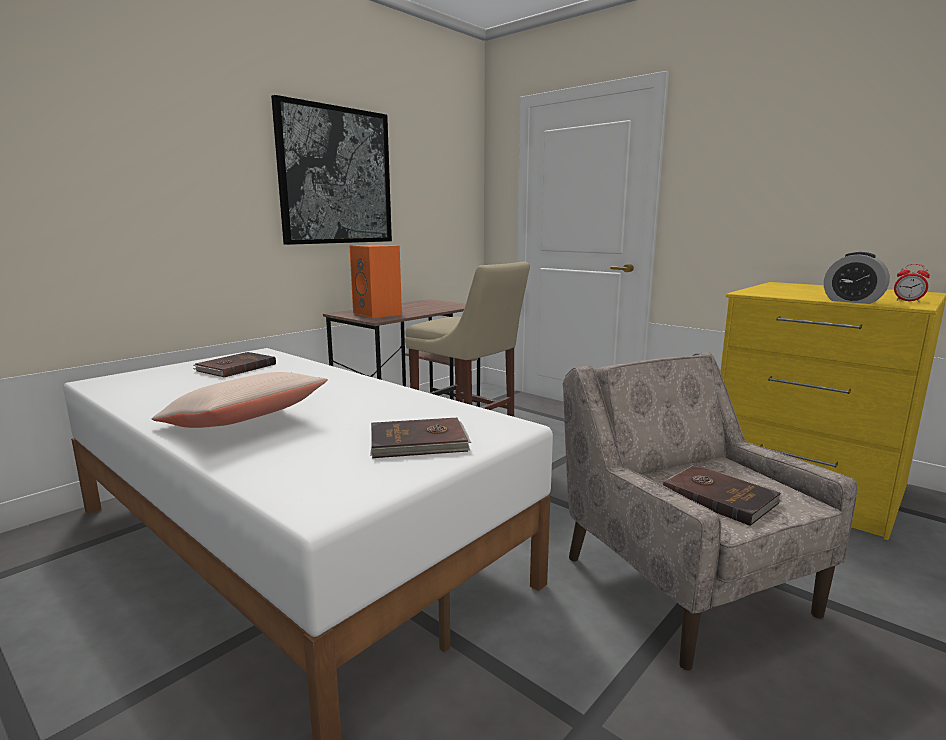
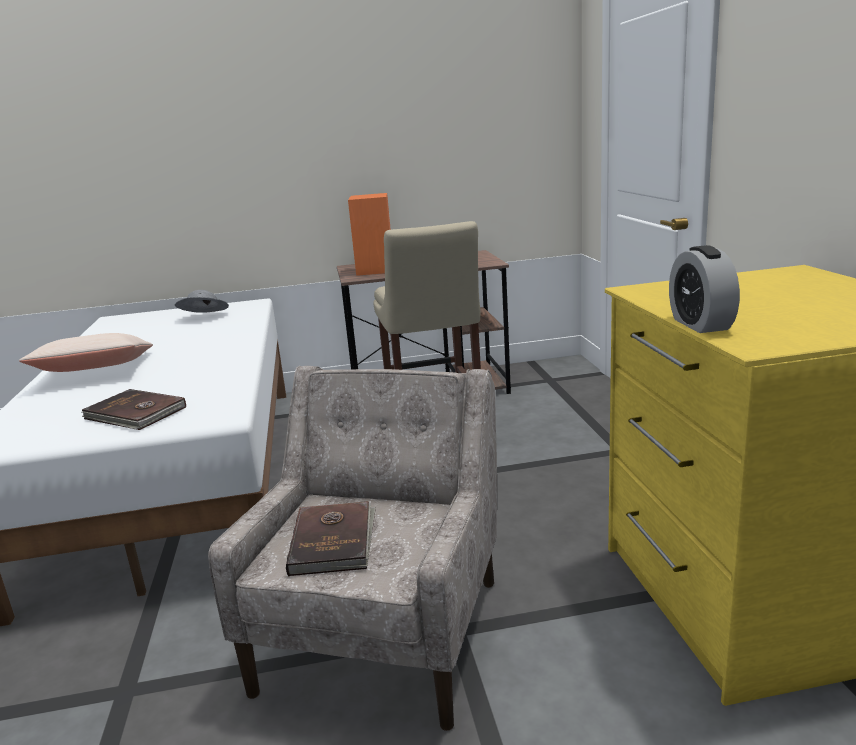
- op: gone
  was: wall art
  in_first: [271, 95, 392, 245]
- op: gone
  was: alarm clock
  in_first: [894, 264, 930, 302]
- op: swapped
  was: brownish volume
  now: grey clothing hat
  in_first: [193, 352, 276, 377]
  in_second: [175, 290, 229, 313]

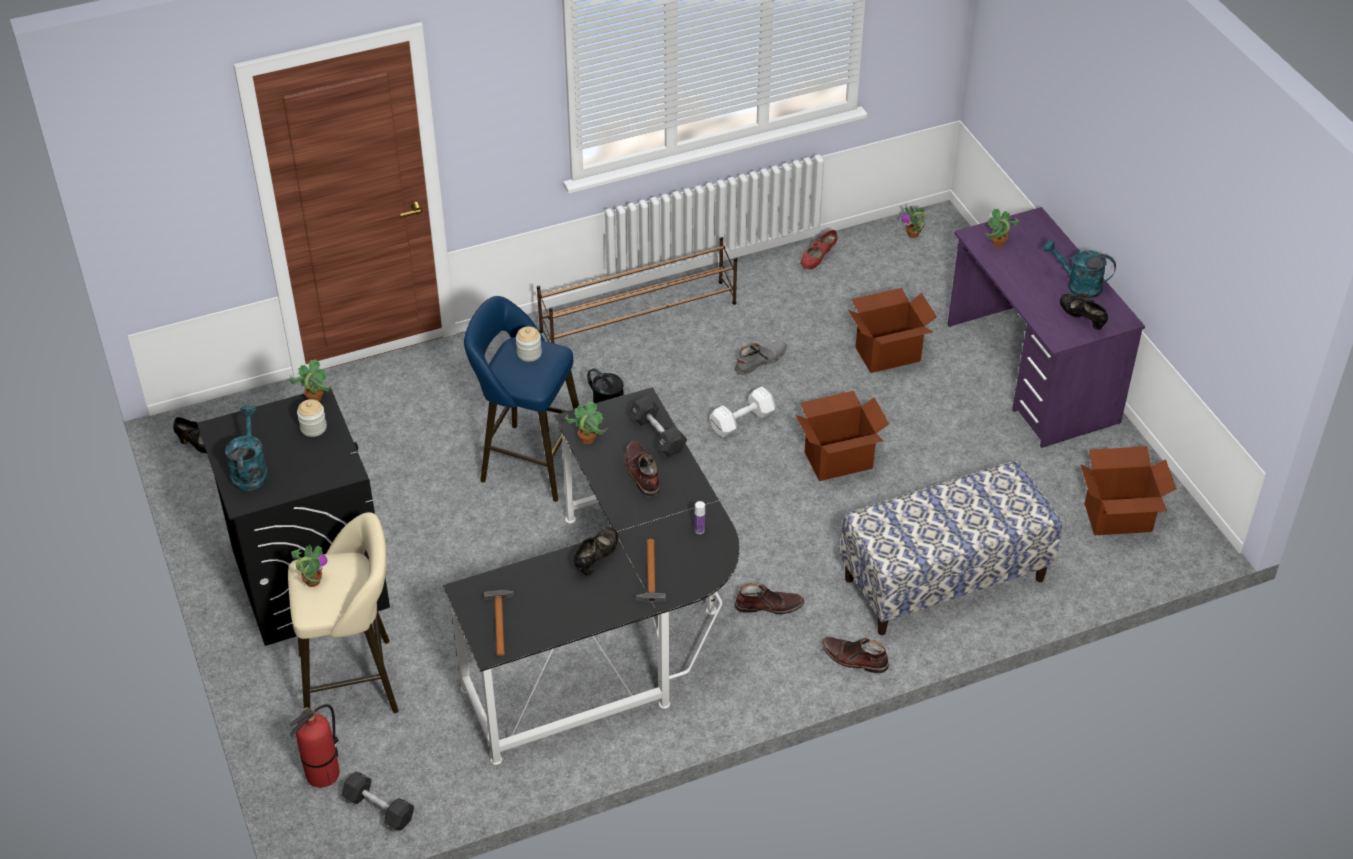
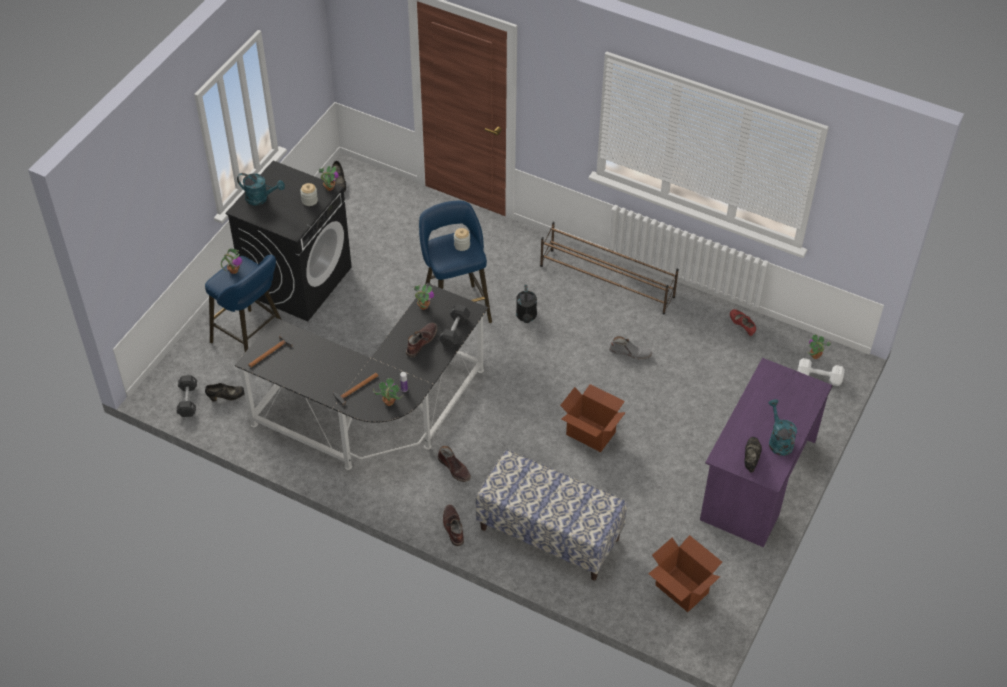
- op: gone
  was: extinguisher
  in_first: [290, 704, 340, 788]
- op: gone
  was: packing box
  in_first: [848, 288, 937, 373]
- op: shifted
  was: black-coloured item of footwear
  in_first: [574, 527, 618, 576]
  in_second: [205, 383, 245, 401]
- op: shifted
  was: white-coloured dumbbell
  in_first: [710, 387, 775, 437]
  in_second: [797, 358, 845, 386]
- op: shifted
  was: houseplant
  in_first: [985, 208, 1020, 247]
  in_second: [373, 378, 404, 406]
- op: repainted
  was: beige-coloured sitting stool
  now: bluish sitting stool
  in_first: [288, 512, 398, 713]
  in_second: [205, 255, 281, 352]
- op: rotated
  was: turquoise-coloured sprinkling can
  in_first: [225, 406, 268, 491]
  in_second: [237, 173, 285, 205]
  clockwise: 60
- op: rotated
  was: reddish item of footwear
  in_first: [800, 230, 837, 269]
  in_second: [730, 309, 756, 336]
  clockwise: 60

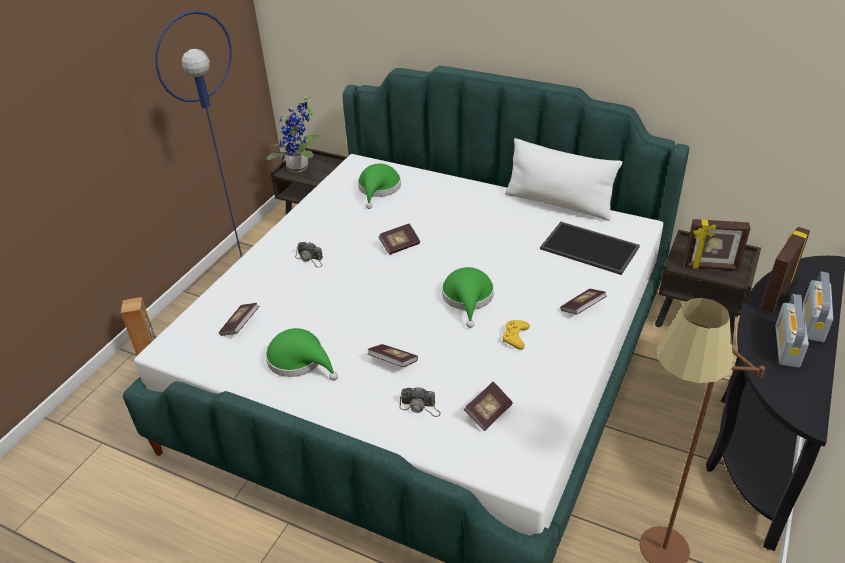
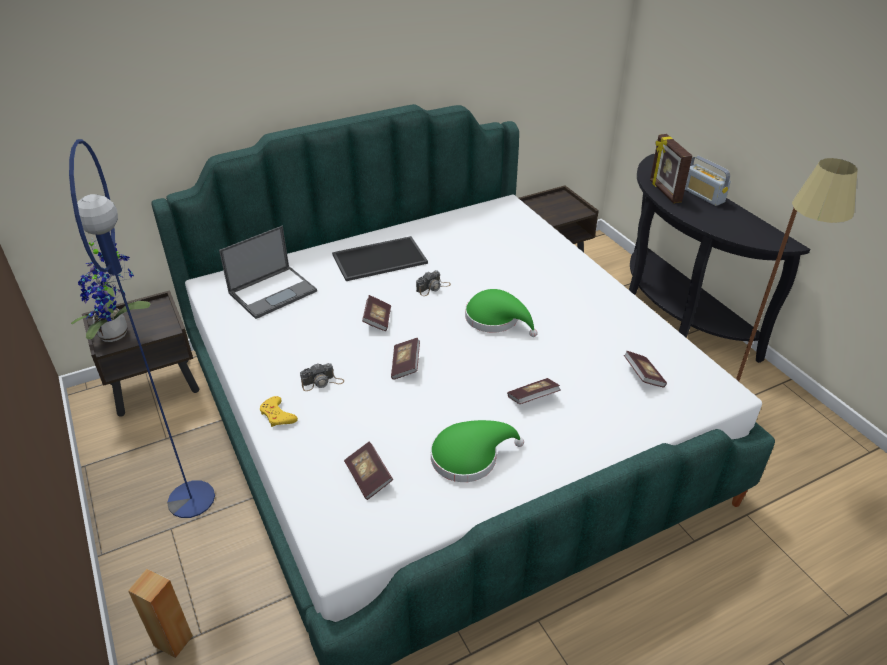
- op: gone
  was: white-coloured pillow
  in_first: [505, 138, 623, 221]
- op: gone
  was: photo frame
  in_first: [684, 219, 751, 271]
- op: gone
  was: radio
  in_first: [775, 294, 809, 368]
- op: shifted
  was: still camera
  in_first: [399, 387, 441, 417]
  in_second: [416, 270, 451, 296]
- op: shifted
  was: yellow-coloured joypad
  in_first: [503, 320, 530, 350]
  in_second: [260, 396, 298, 427]
- op: shifted
  was: serving tray
  in_first: [540, 222, 640, 275]
  in_second: [332, 236, 428, 281]
- op: shifted
  was: volume
  in_first: [560, 289, 607, 314]
  in_second: [391, 338, 420, 380]
- op: swapped
  was: greenish clothing hat
  now: portable computer
  in_first: [358, 164, 401, 209]
  in_second: [219, 226, 317, 319]

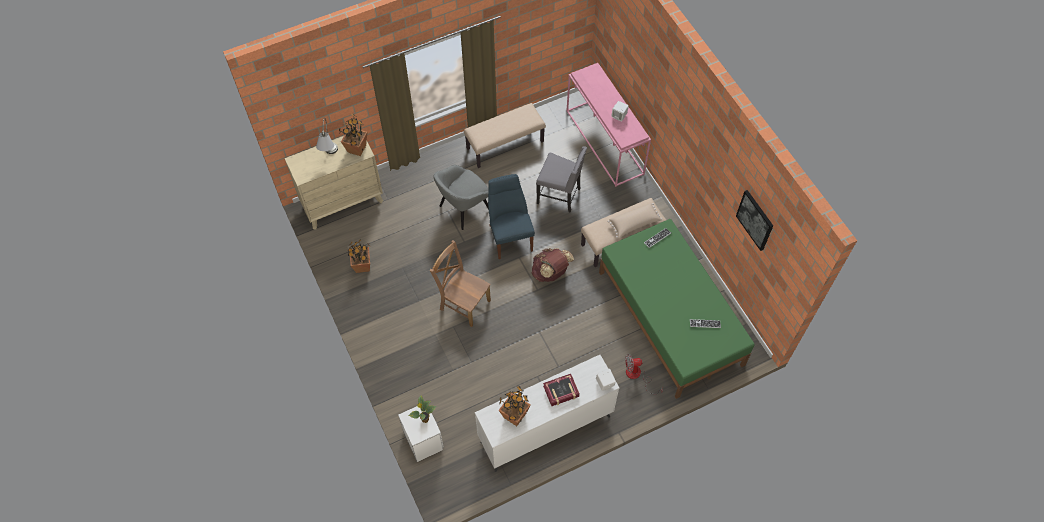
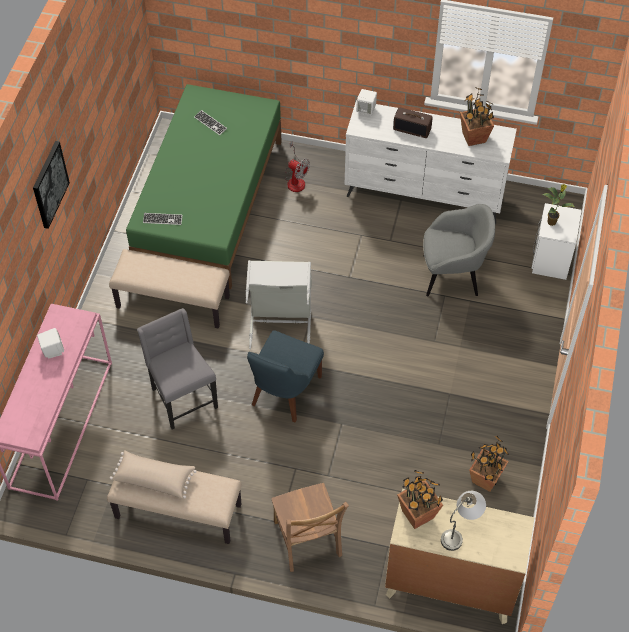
- op: shifted
  was: brownish upright chair
  in_first: [430, 240, 491, 327]
  in_second: [271, 483, 349, 572]
- op: shifted
  was: grey armchair
  in_first: [433, 165, 488, 230]
  in_second: [423, 204, 495, 296]
- op: shifted
  was: beige-coloured pillow
  in_first: [608, 203, 662, 238]
  in_second: [110, 450, 197, 499]
- op: shifted
  was: wall art
  in_first: [736, 190, 773, 251]
  in_second: [33, 141, 70, 229]
- op: swapped
  was: brownish backpack
  now: grey laundry basket
  in_first: [532, 248, 574, 282]
  in_second: [245, 260, 312, 349]
- op: swapped
  was: volume
  now: radio
  in_first: [543, 374, 580, 406]
  in_second: [393, 107, 433, 138]

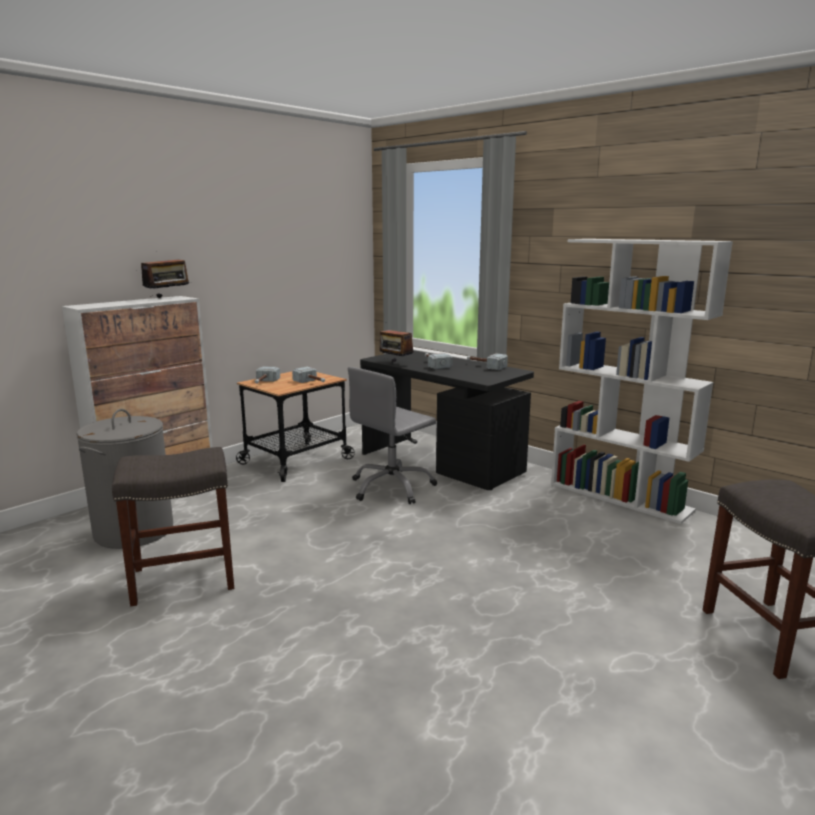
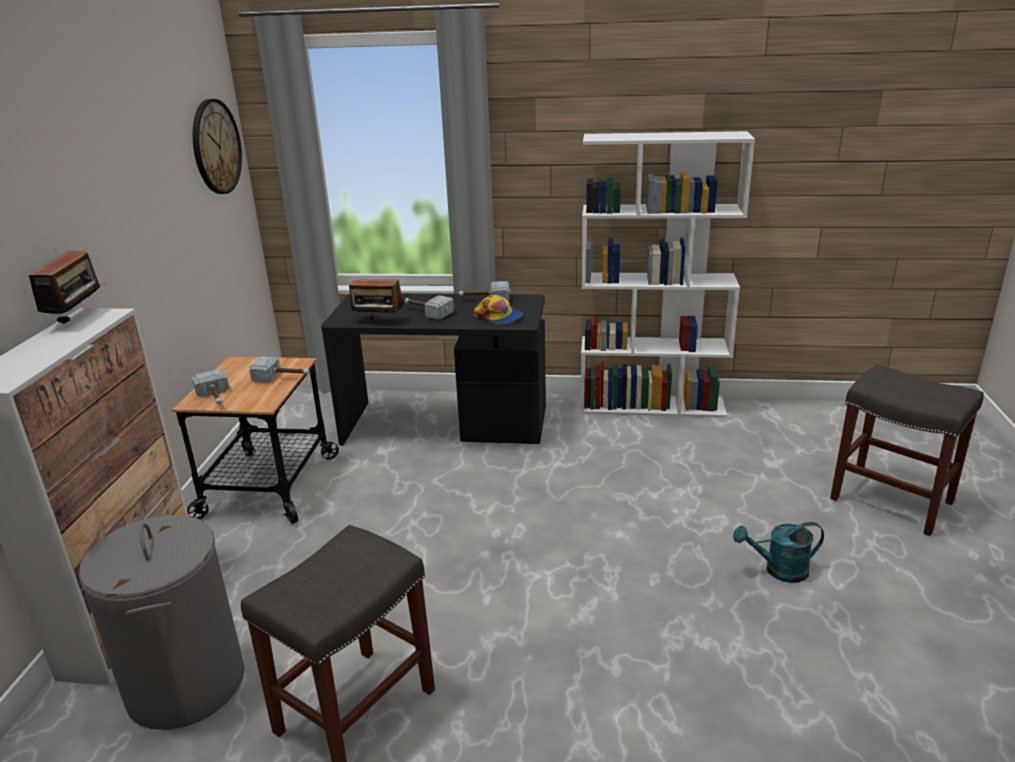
- op: gone
  was: grey computer chair
  in_first: [348, 367, 437, 504]
- op: new
  now: hanging clock
  in_second: [193, 99, 242, 194]
- op: new
  now: cap
  in_second: [474, 295, 523, 325]
- op: new
  now: turquoise-coloured sprinkling can
  in_second: [733, 522, 824, 583]

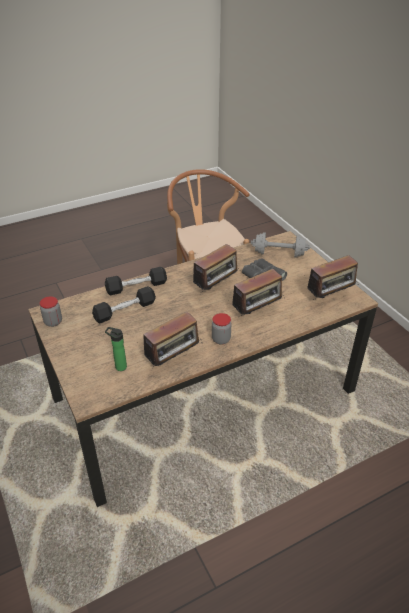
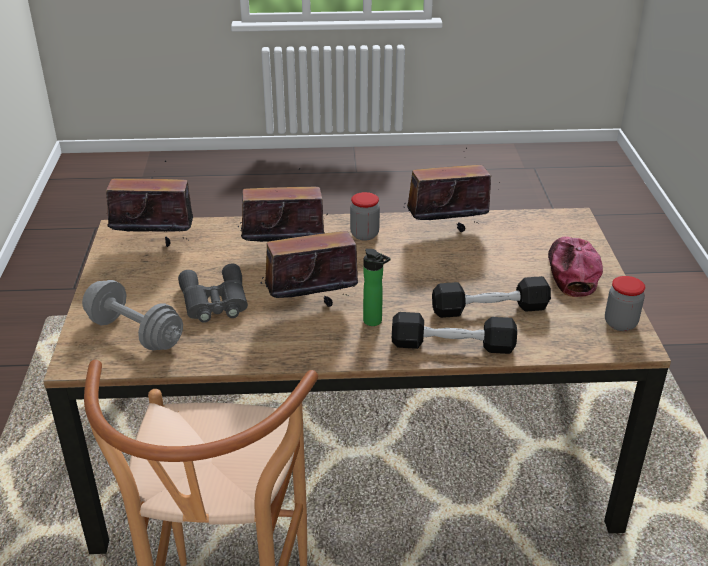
- op: new
  now: cap
  in_second: [548, 236, 603, 297]
- op: shifted
  was: bottle
  in_first: [105, 327, 127, 371]
  in_second: [363, 249, 391, 326]

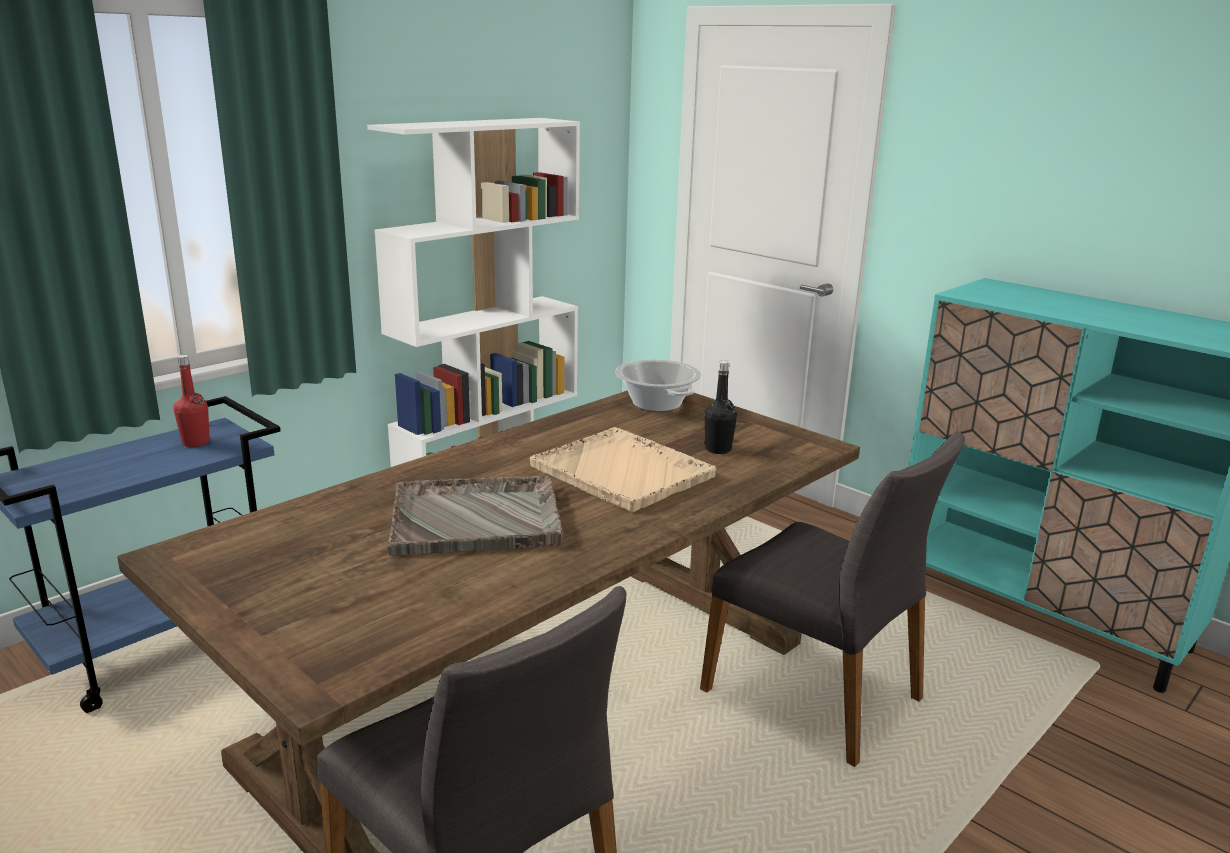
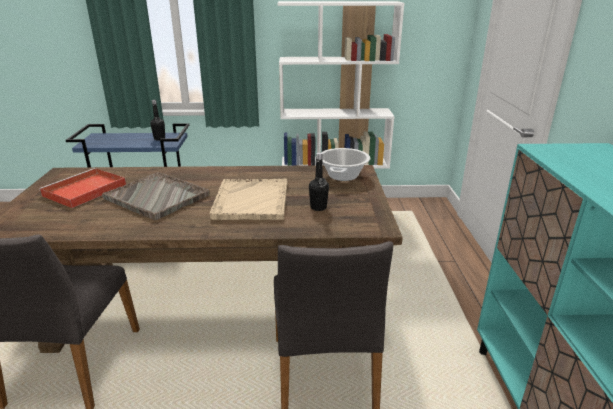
- op: new
  now: reddish serving tray
  in_second: [39, 168, 126, 208]
- op: repainted
  was: reddish bottle
  now: black-coloured bottle
  in_first: [174, 355, 210, 447]
  in_second: [150, 100, 165, 140]

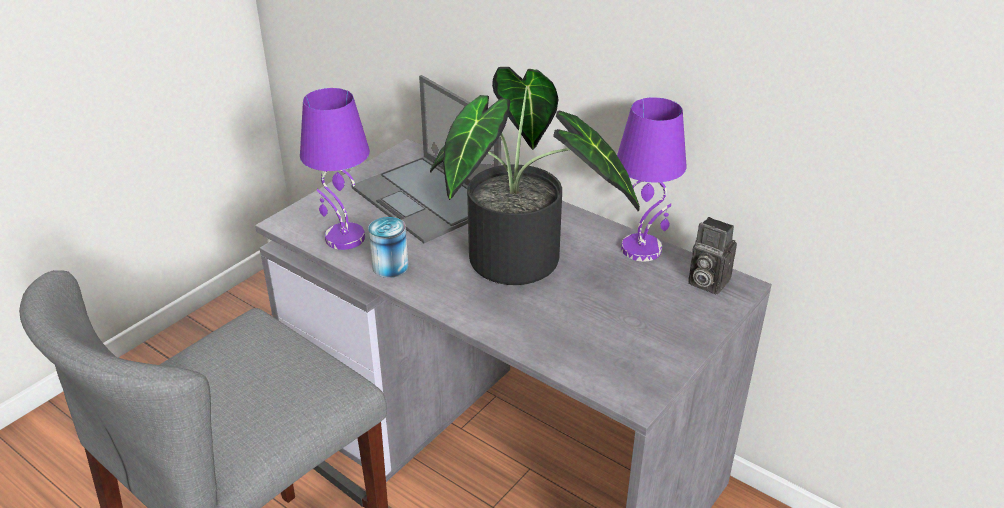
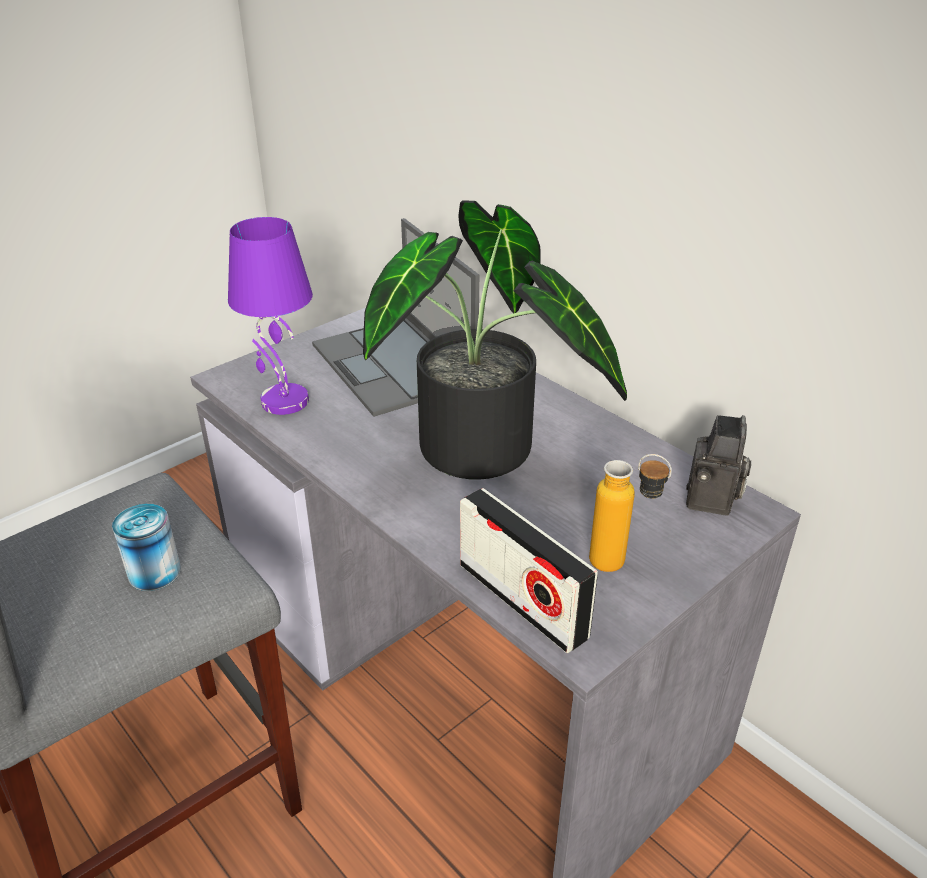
- op: gone
  was: purplish table lamp
  in_first: [617, 97, 687, 261]
- op: new
  now: radio
  in_second: [460, 488, 598, 653]
- op: new
  now: bottle
  in_second: [589, 454, 672, 572]
- op: shifted
  was: can
  in_first: [368, 217, 408, 278]
  in_second: [112, 504, 181, 591]
- op: rotated
  was: still camera
  in_first: [688, 217, 737, 295]
  in_second: [686, 415, 751, 515]
  clockwise: -120

